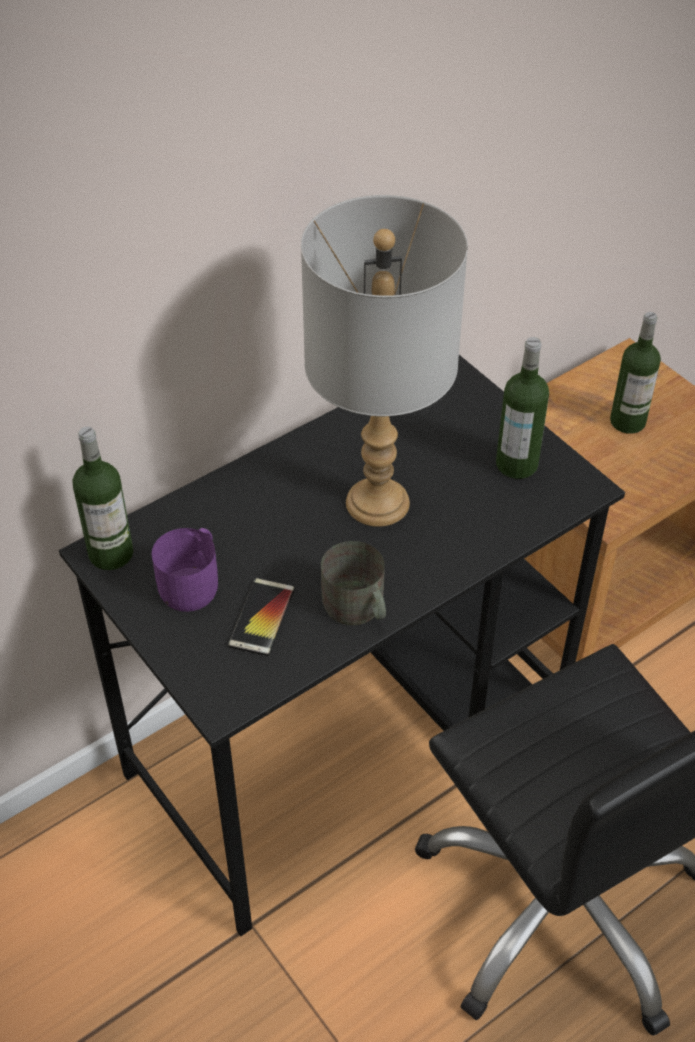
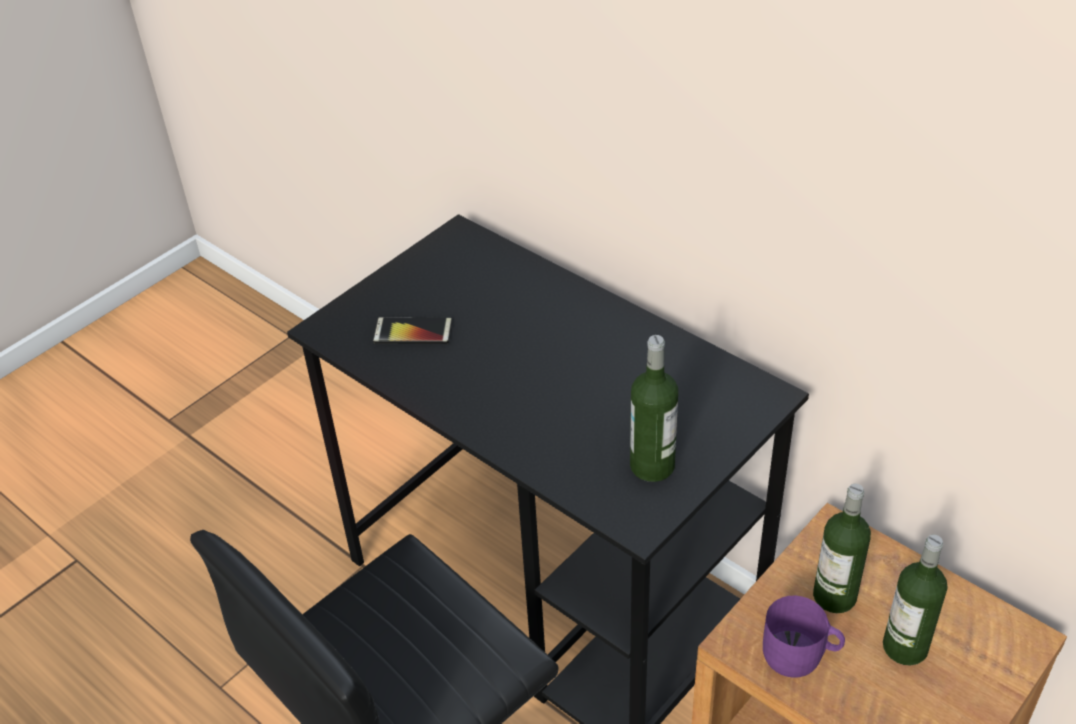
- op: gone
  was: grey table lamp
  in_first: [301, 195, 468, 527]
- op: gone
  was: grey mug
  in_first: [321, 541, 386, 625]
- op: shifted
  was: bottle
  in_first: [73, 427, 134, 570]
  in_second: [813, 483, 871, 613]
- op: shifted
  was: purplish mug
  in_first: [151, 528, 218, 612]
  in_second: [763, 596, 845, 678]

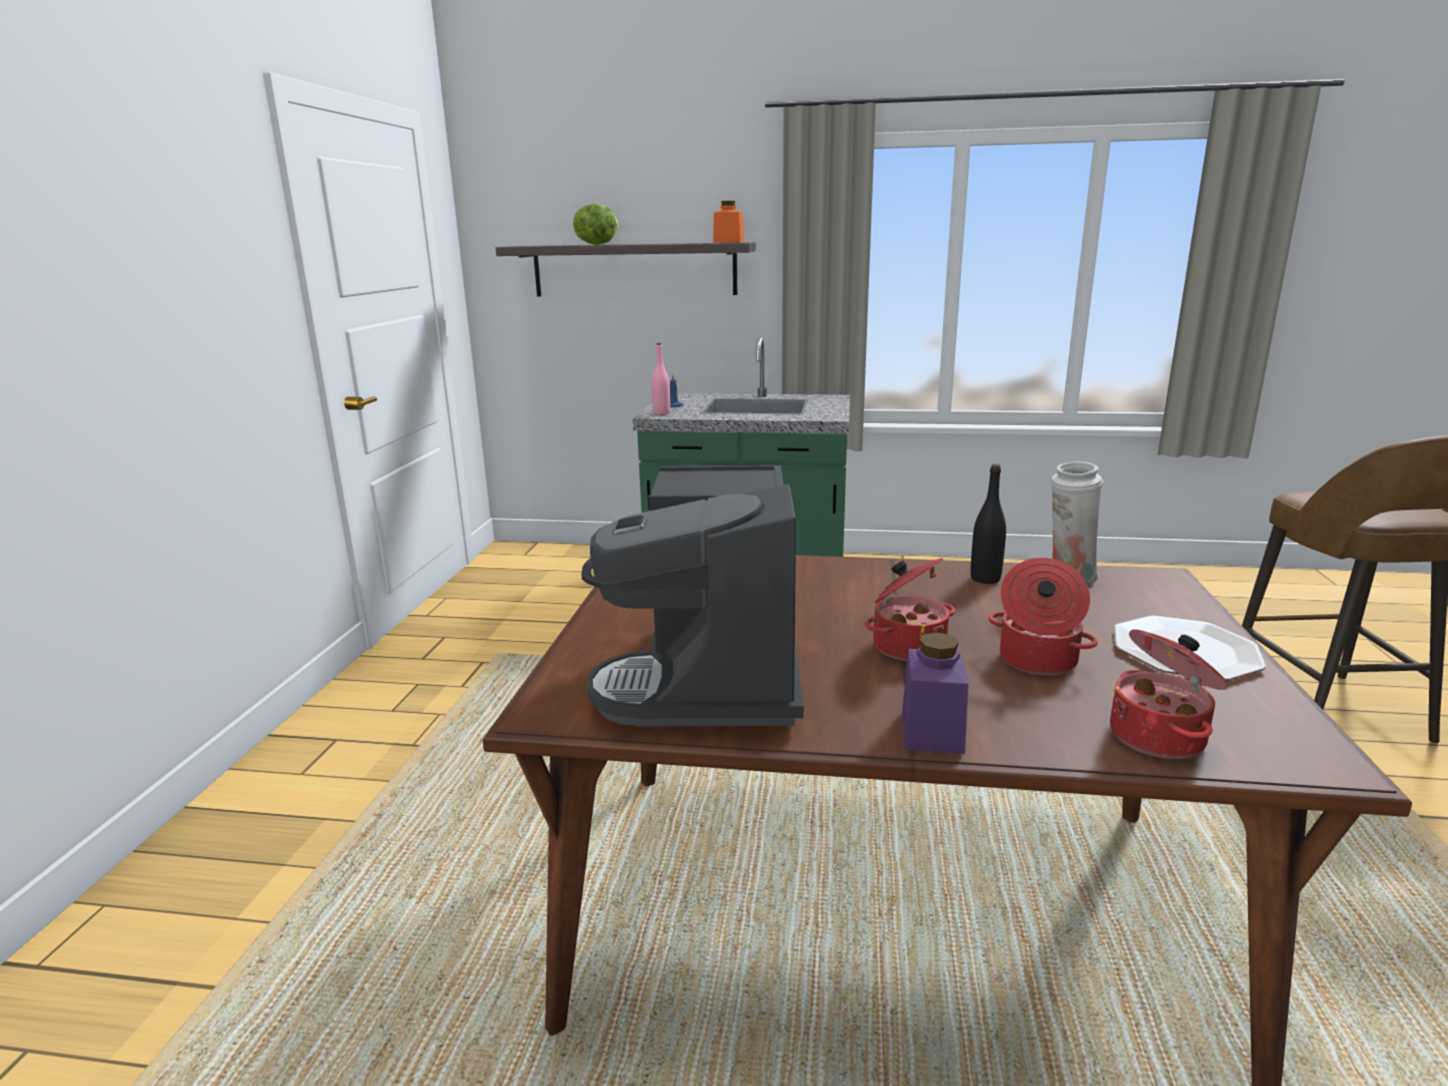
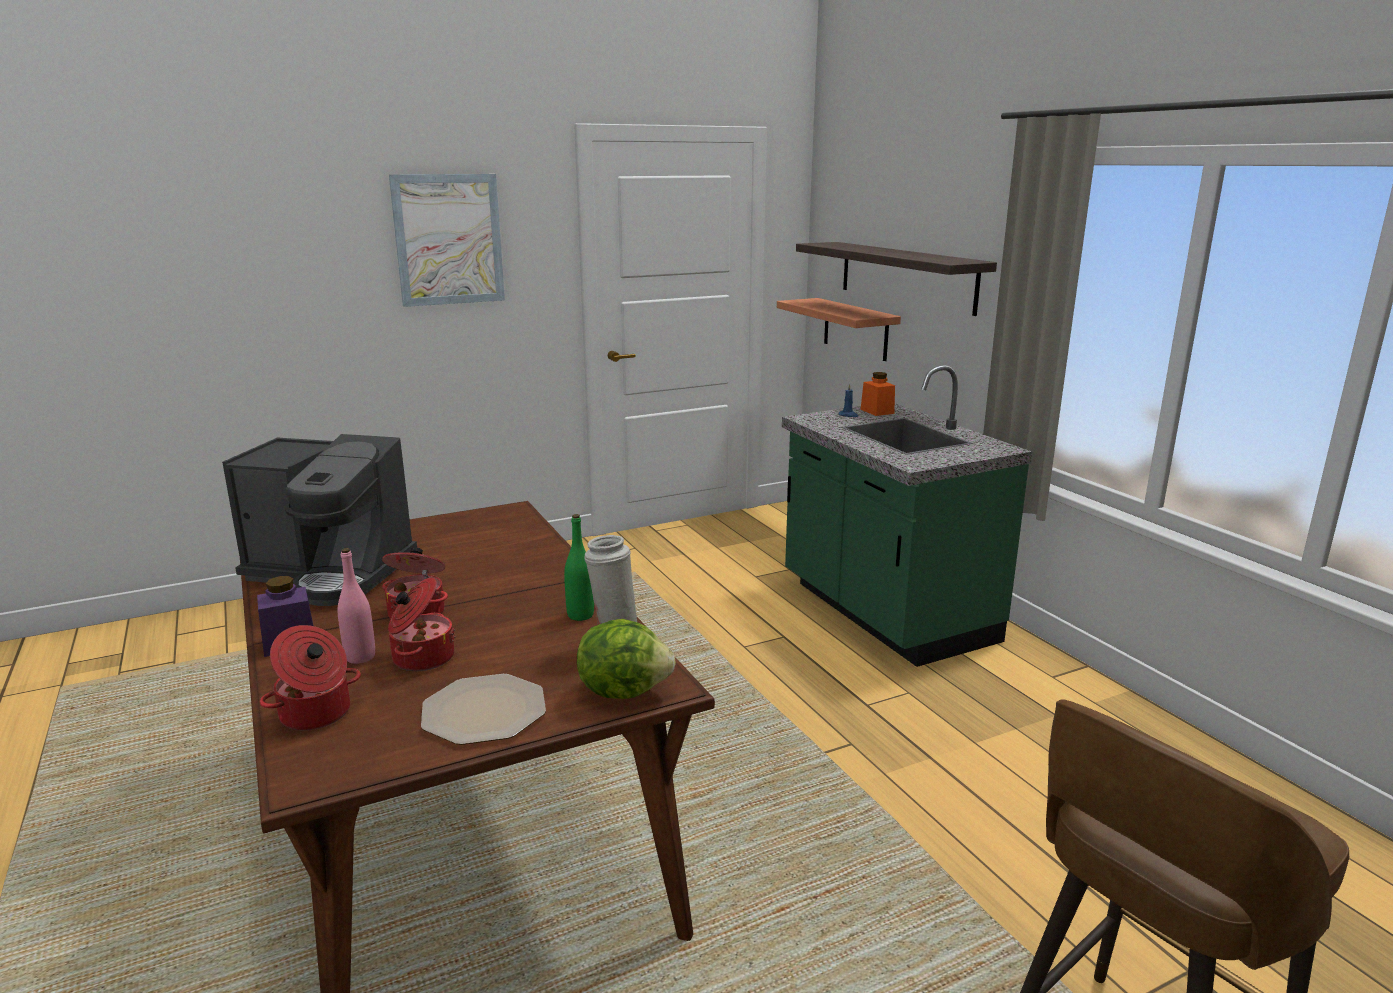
- op: new
  now: wall art
  in_second: [389, 174, 505, 307]
- op: new
  now: bracket shelf
  in_second: [777, 298, 901, 361]
- op: shifted
  was: head of lettuce
  in_first: [573, 204, 619, 245]
  in_second: [577, 619, 676, 699]
- op: shifted
  was: pinkish bottle
  in_first: [651, 343, 670, 415]
  in_second: [337, 548, 375, 664]
- op: shifted
  was: orange-coloured preserve jar
  in_first: [713, 201, 744, 243]
  in_second: [861, 372, 895, 416]
- op: repainted
  was: black-coloured bottle
  now: greenish bottle
  in_first: [971, 464, 1006, 584]
  in_second: [564, 514, 594, 621]
- op: rotated
  was: coffee machine
  in_first: [581, 465, 804, 726]
  in_second: [222, 434, 417, 606]
  clockwise: -135

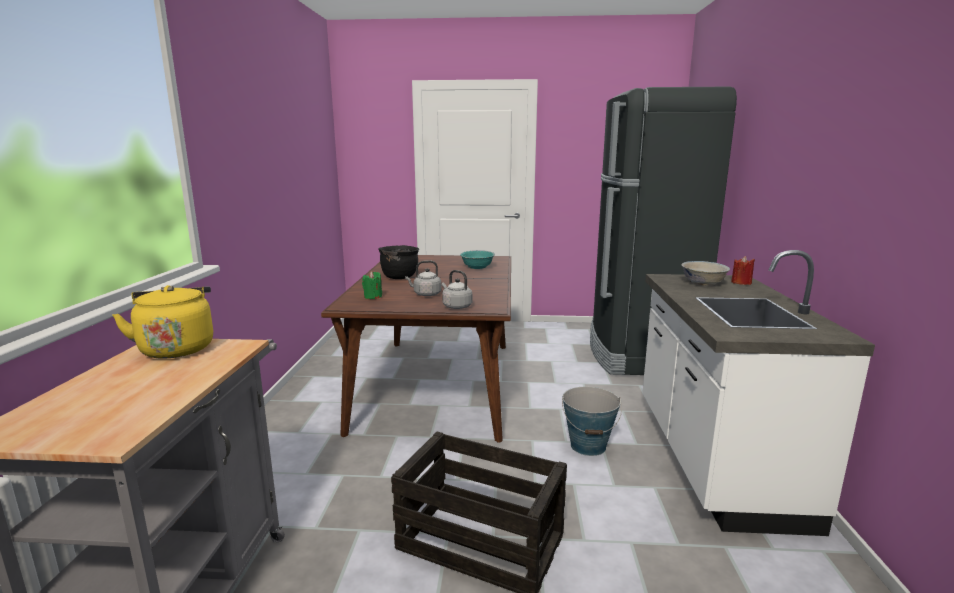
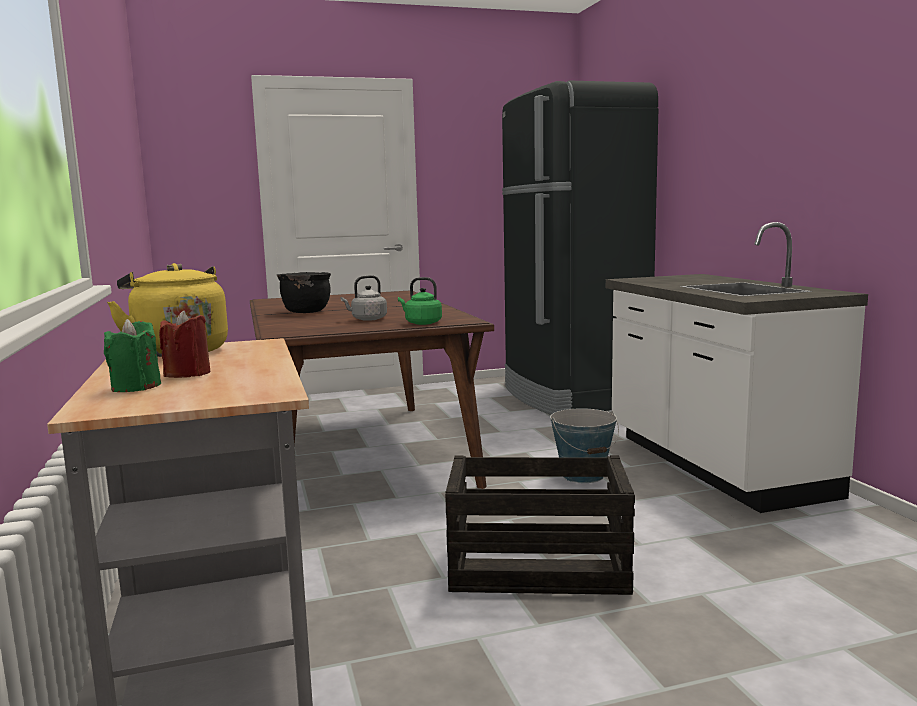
- op: gone
  was: turquoise-coloured serving bowl
  in_first: [460, 250, 495, 269]
- op: gone
  was: white-coloured serving bowl
  in_first: [681, 261, 730, 286]
- op: shifted
  was: greenish wax light
  in_first: [362, 271, 382, 299]
  in_second: [104, 319, 161, 392]
- op: shifted
  was: reddish wax light
  in_first: [731, 256, 755, 285]
  in_second: [159, 310, 210, 378]
- op: repainted
  was: grey water kettle
  now: greenish water kettle
  in_first: [442, 270, 472, 309]
  in_second: [398, 277, 442, 325]

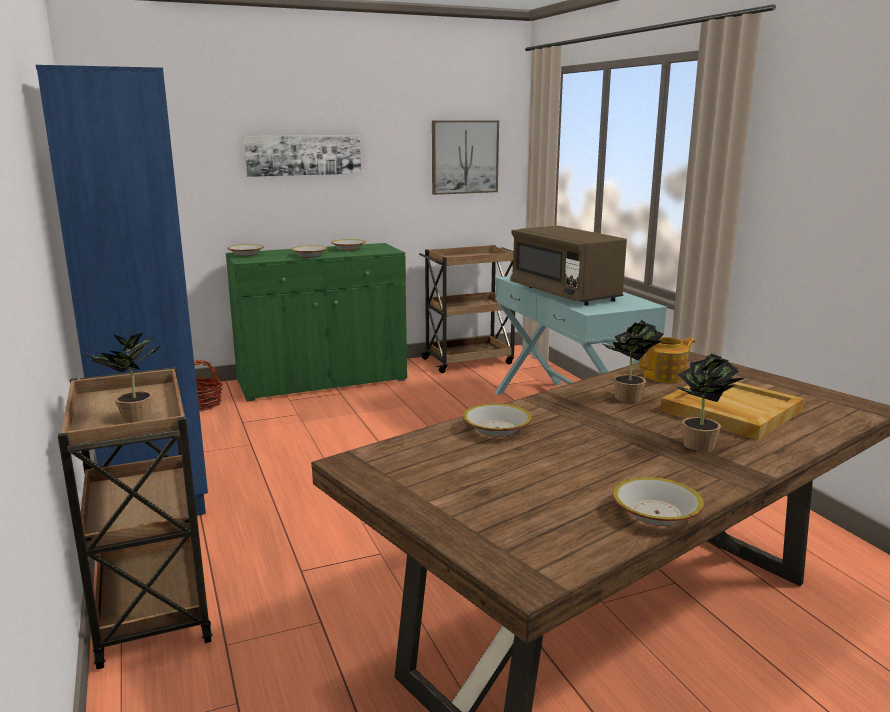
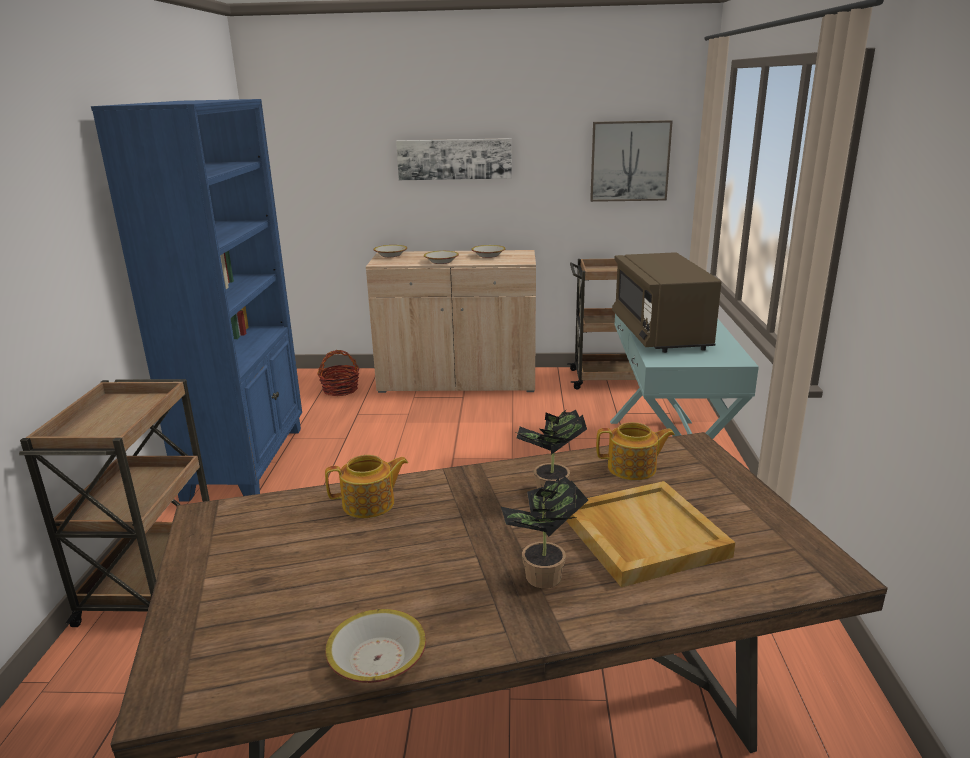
- op: gone
  was: houseplant
  in_first: [84, 333, 160, 423]
- op: swapped
  was: serving bowl
  now: teapot
  in_first: [462, 403, 532, 437]
  in_second: [325, 455, 408, 518]
- op: repainted
  was: greenish storage cabinet
  now: beige-coloured storage cabinet
  in_first: [226, 243, 407, 401]
  in_second: [366, 250, 536, 393]

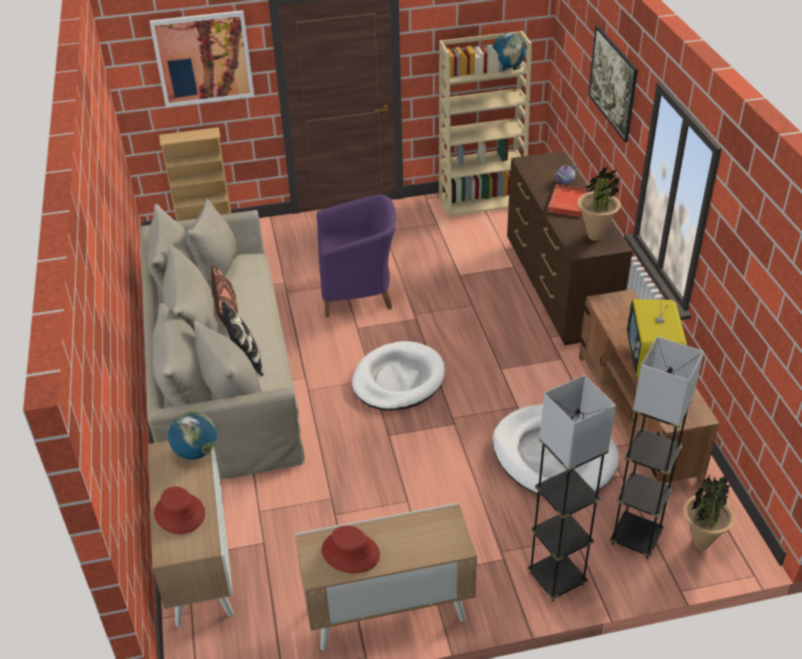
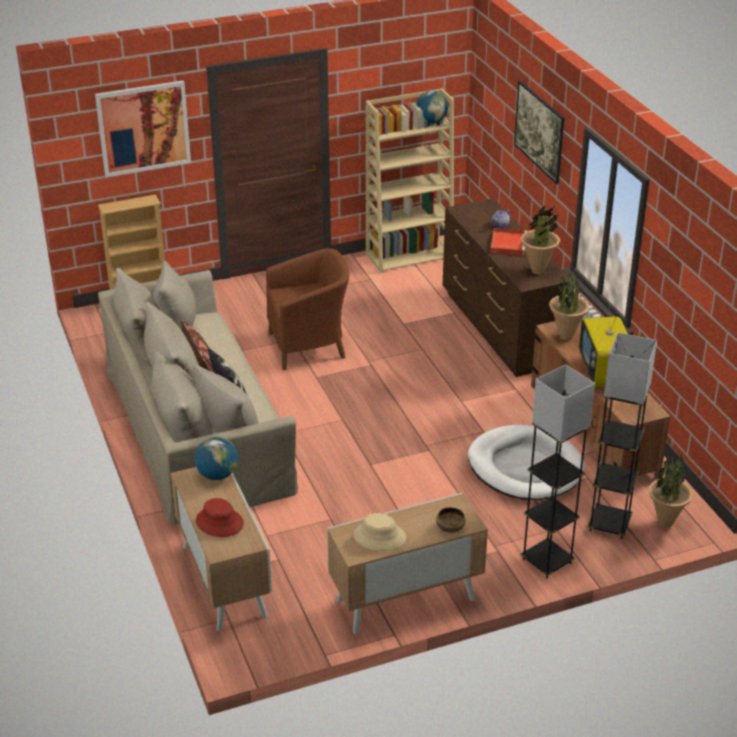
- op: gone
  was: white-coloured dog cushion
  in_first: [352, 341, 445, 411]
- op: new
  now: serving bowl
  in_second: [436, 507, 466, 533]
- op: new
  now: houseplant
  in_second: [549, 270, 590, 340]
- op: repainted
  was: purplish armchair
  now: brownish armchair
  in_first: [317, 195, 396, 317]
  in_second: [266, 248, 349, 370]
- op: repainted
  was: reddish clothing hat
  now: beige-coloured clothing hat
  in_first: [322, 526, 380, 574]
  in_second: [354, 513, 406, 551]

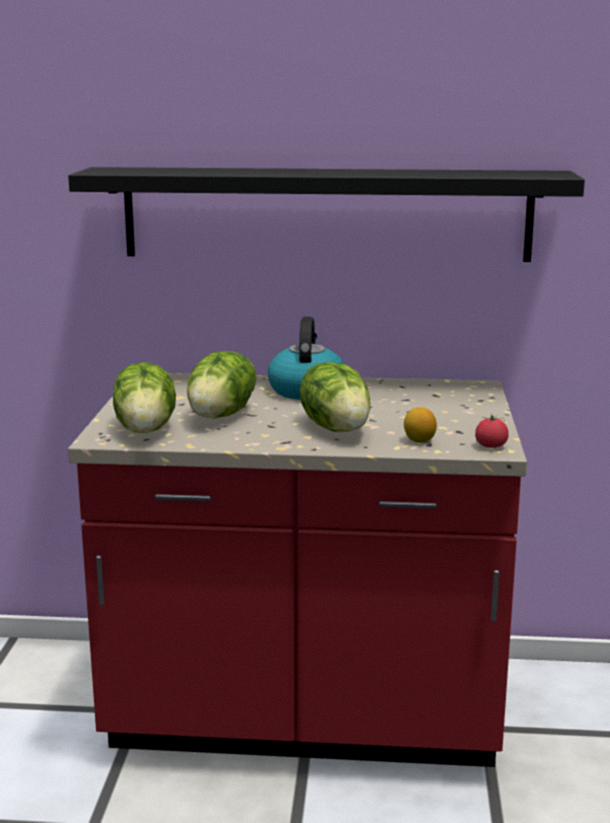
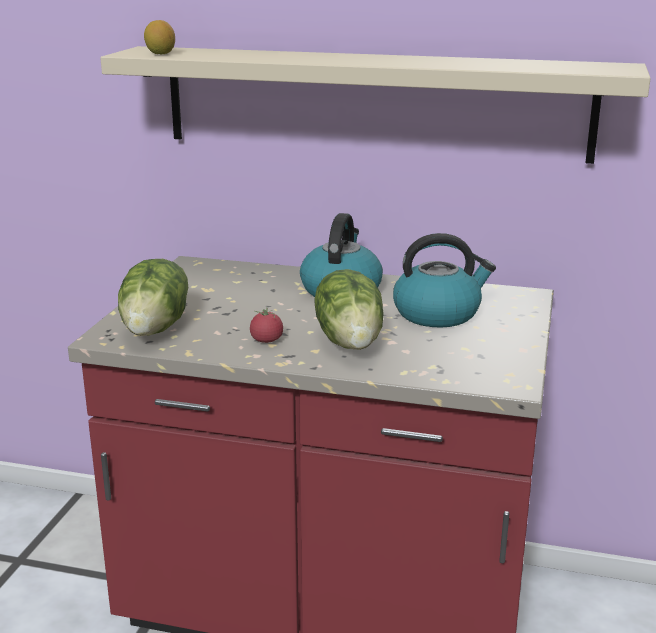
- op: gone
  was: head of lettuce
  in_first: [187, 351, 256, 419]
- op: new
  now: water kettle
  in_second: [393, 233, 496, 328]
- op: shifted
  was: citrus fruit
  in_first: [404, 407, 437, 443]
  in_second: [144, 20, 175, 54]
- op: shifted
  was: fresh tomato
  in_first: [475, 413, 509, 448]
  in_second: [250, 307, 283, 343]
- op: repainted
  was: black-coloured bracket shelf
  now: beige-coloured bracket shelf
  in_first: [68, 167, 585, 262]
  in_second: [100, 46, 651, 164]

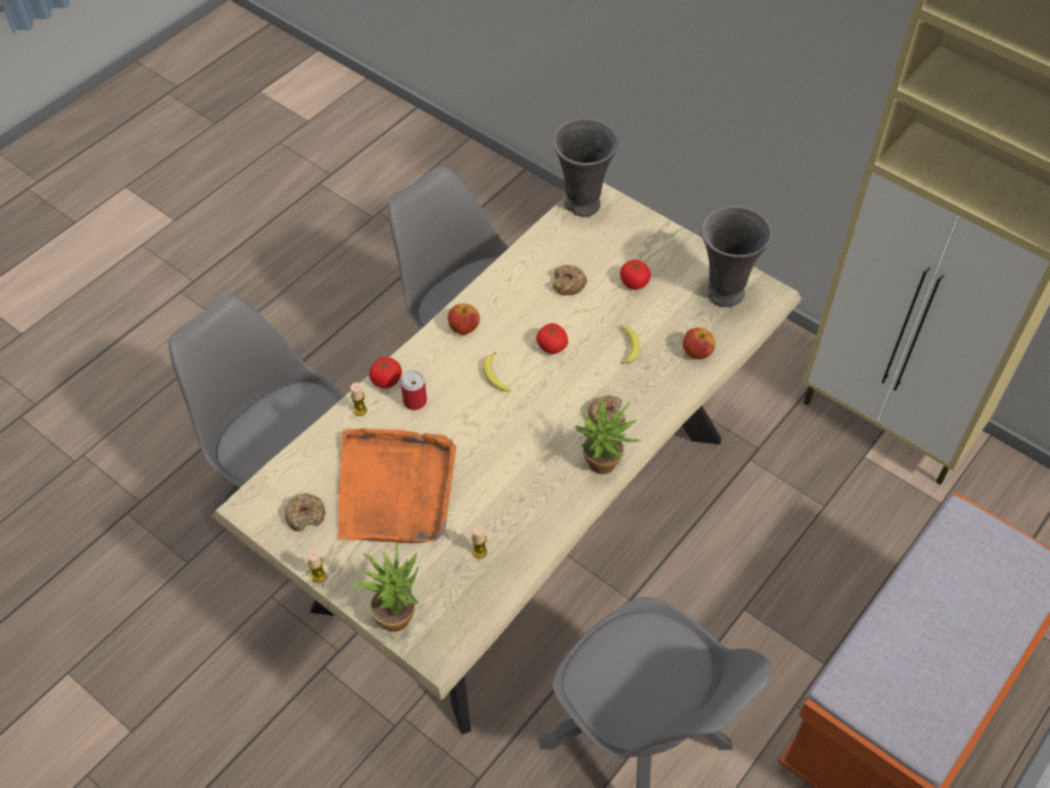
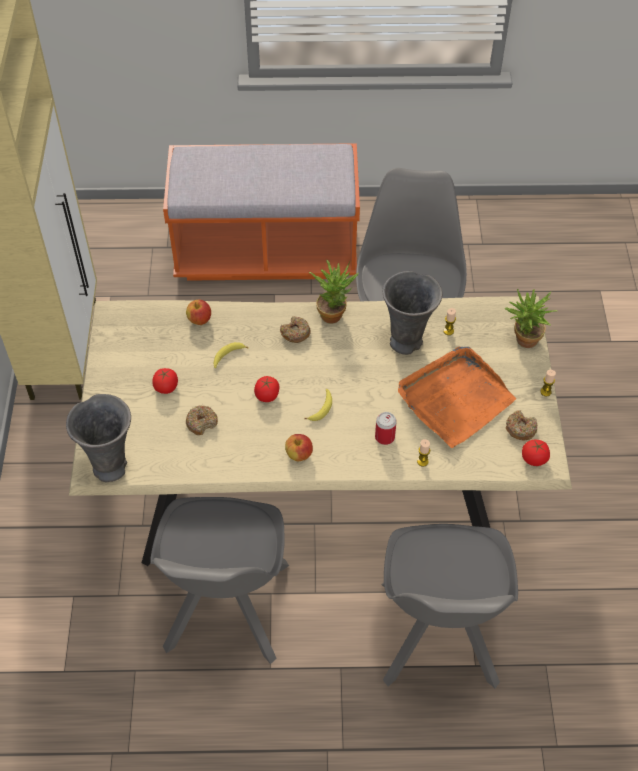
- op: shifted
  was: fresh tomato
  in_first: [369, 357, 402, 388]
  in_second: [522, 440, 550, 466]
- op: shifted
  was: grey flower vase
  in_first: [701, 206, 772, 307]
  in_second: [383, 271, 442, 355]

